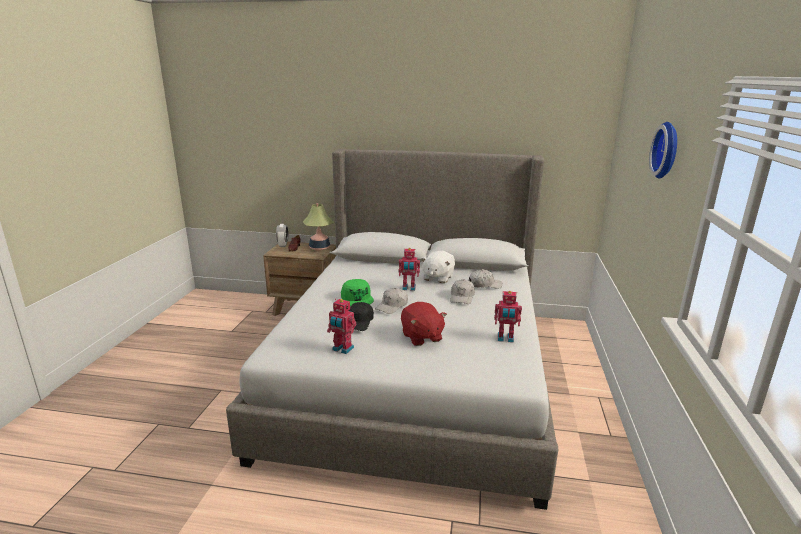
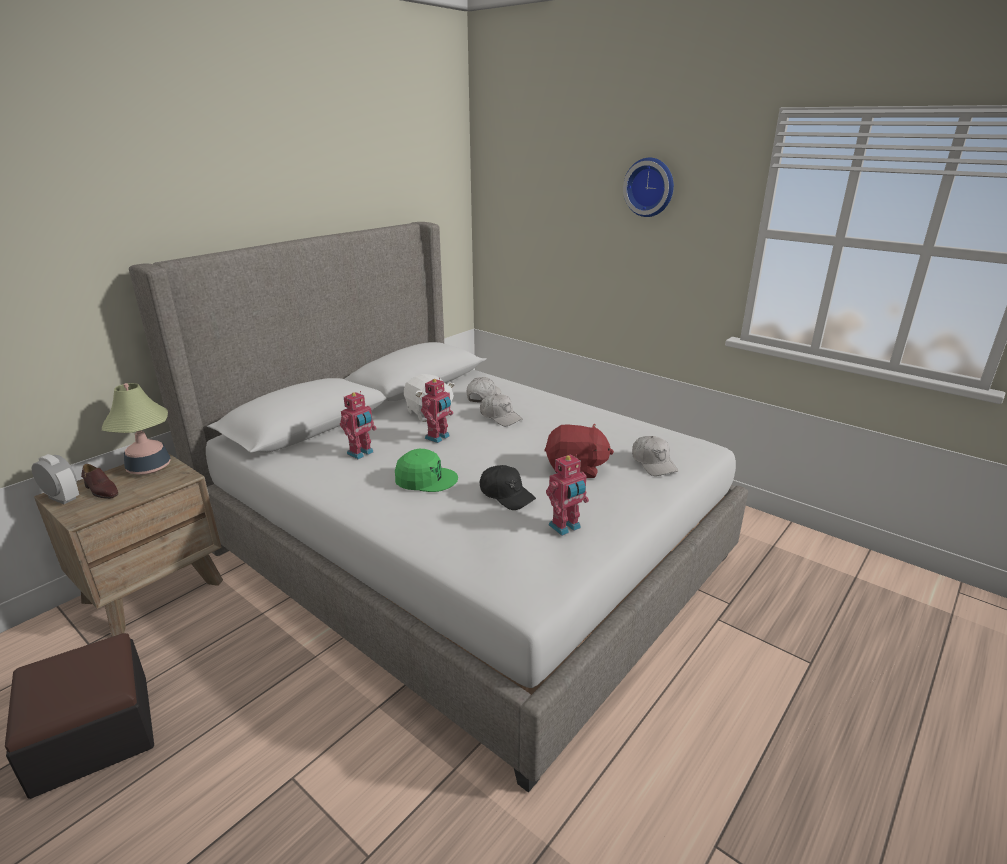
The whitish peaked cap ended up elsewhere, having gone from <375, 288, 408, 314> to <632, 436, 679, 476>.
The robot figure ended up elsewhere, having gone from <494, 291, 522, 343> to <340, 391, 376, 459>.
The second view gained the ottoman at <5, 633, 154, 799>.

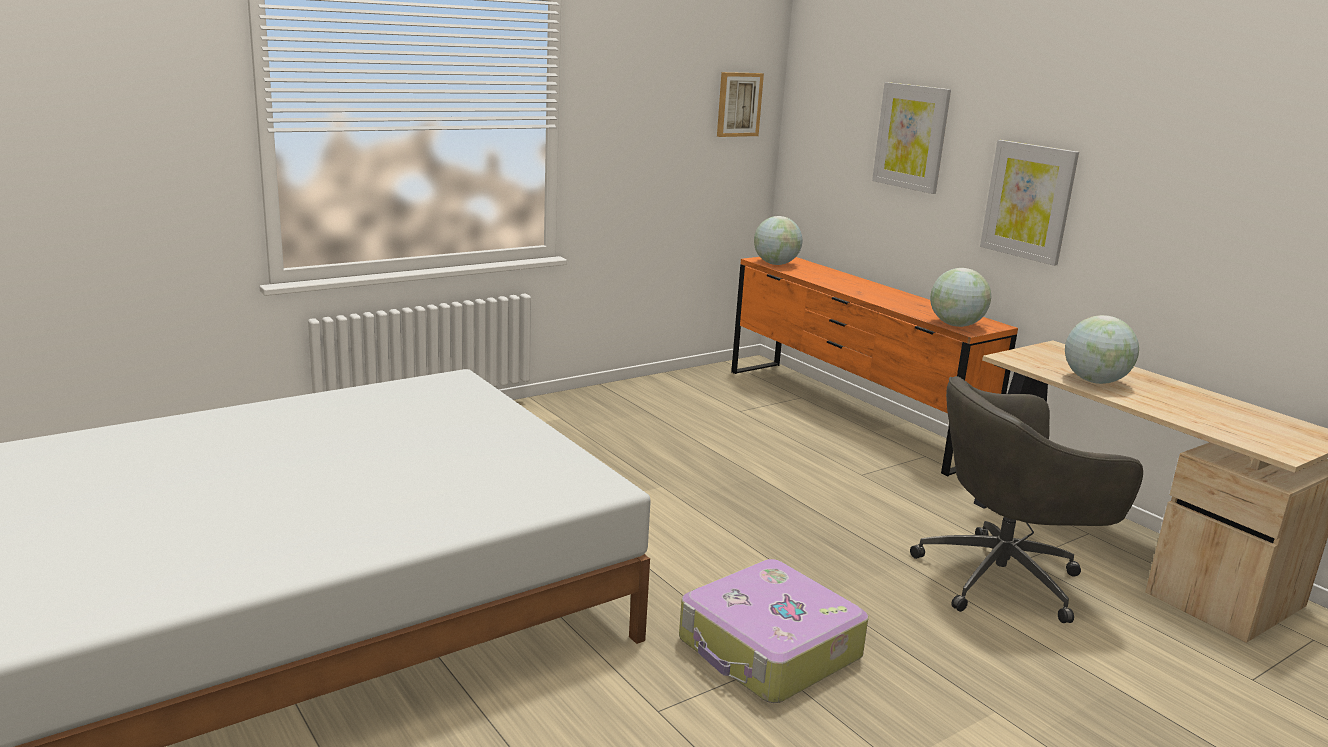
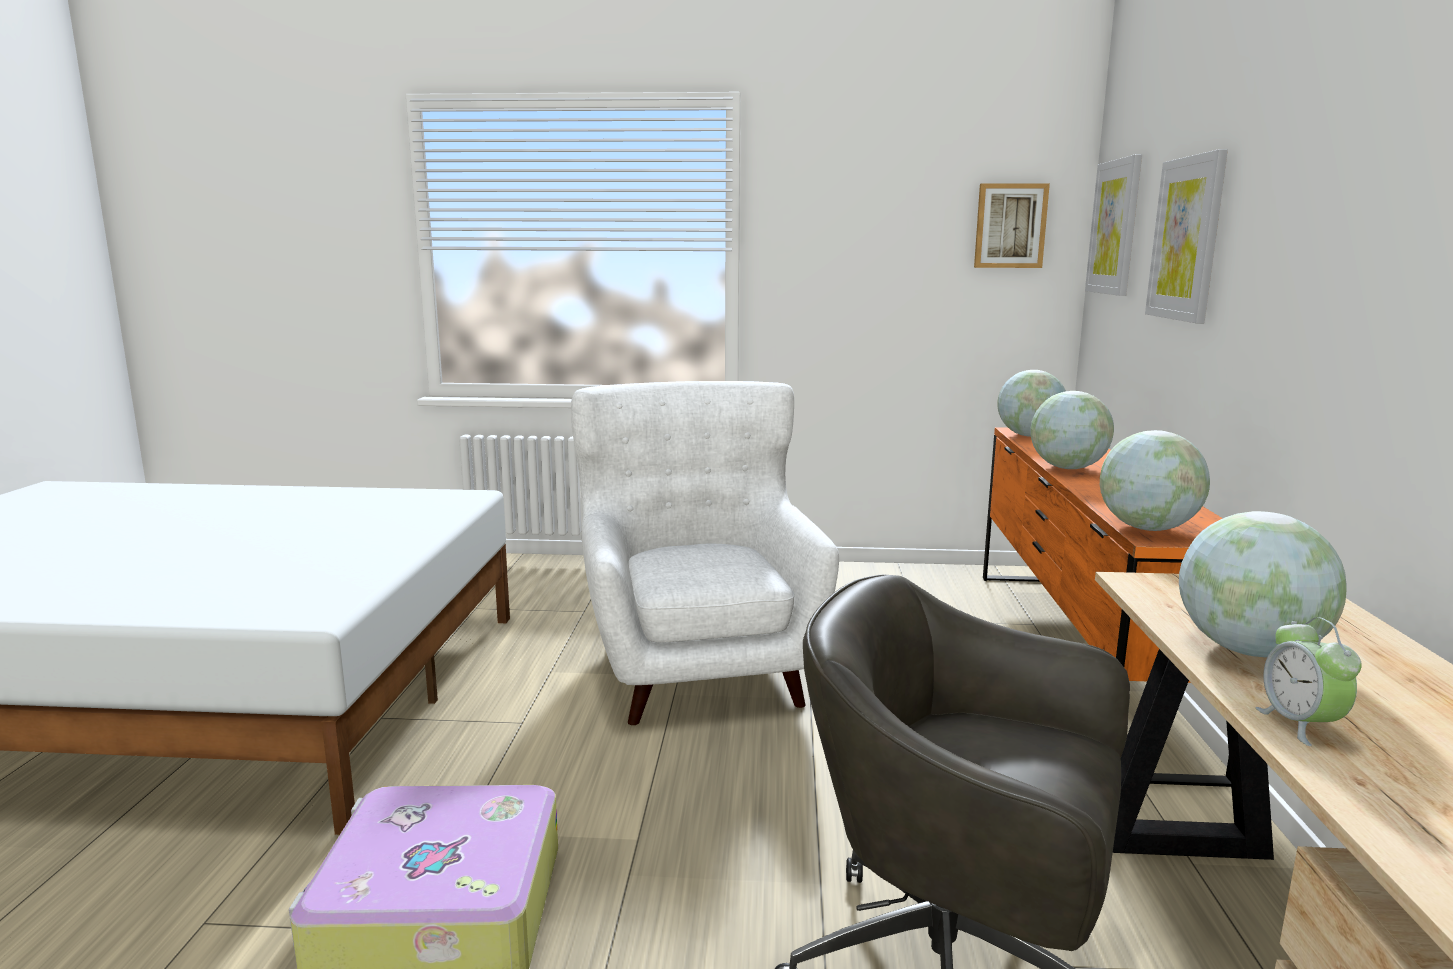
The wall picture ended up elsewhere, having gone from <980, 140, 1079, 266> to <1085, 154, 1142, 296>.
The second view gained the whitish armchair at <571, 381, 839, 725>.
The second view gained the globe at <1030, 391, 1114, 469>.
The second view gained the alarm clock at <1256, 617, 1362, 746>.

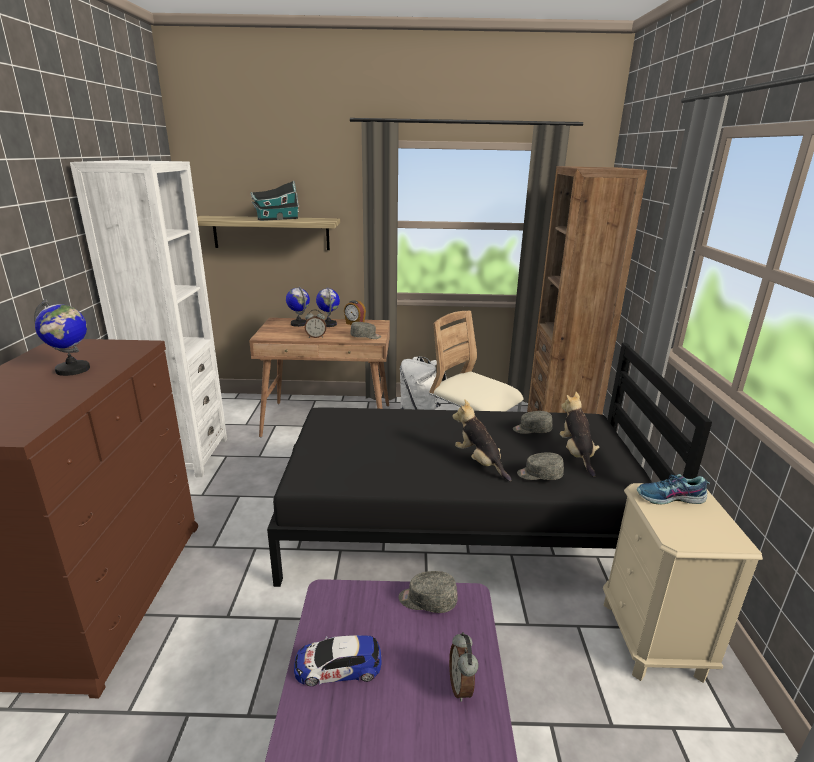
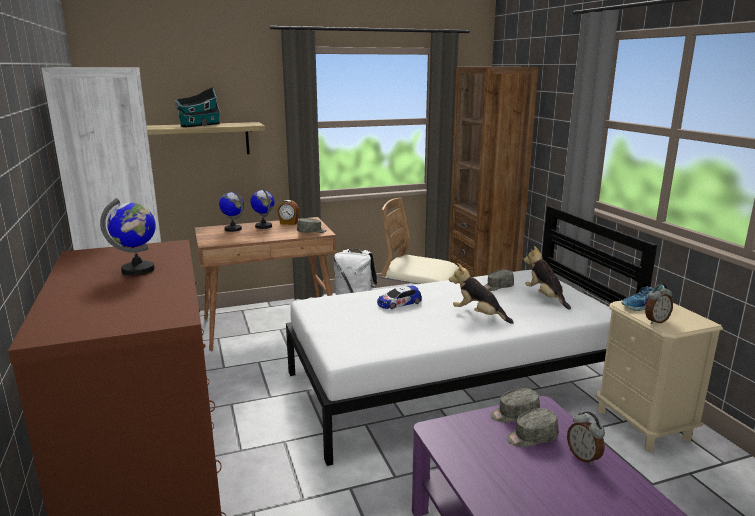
The alarm clock ended up elsewhere, having gone from <305, 309, 327, 338> to <645, 284, 673, 324>.
What was the black bed at <267, 343, 712, 587> turned into the whitish bed at <286, 206, 657, 466>.
The greyish peaked cap ended up elsewhere, having gone from <517, 452, 564, 480> to <507, 408, 558, 447>.
The miniature car ended up elsewhere, having gone from <294, 635, 382, 686> to <377, 285, 422, 309>.

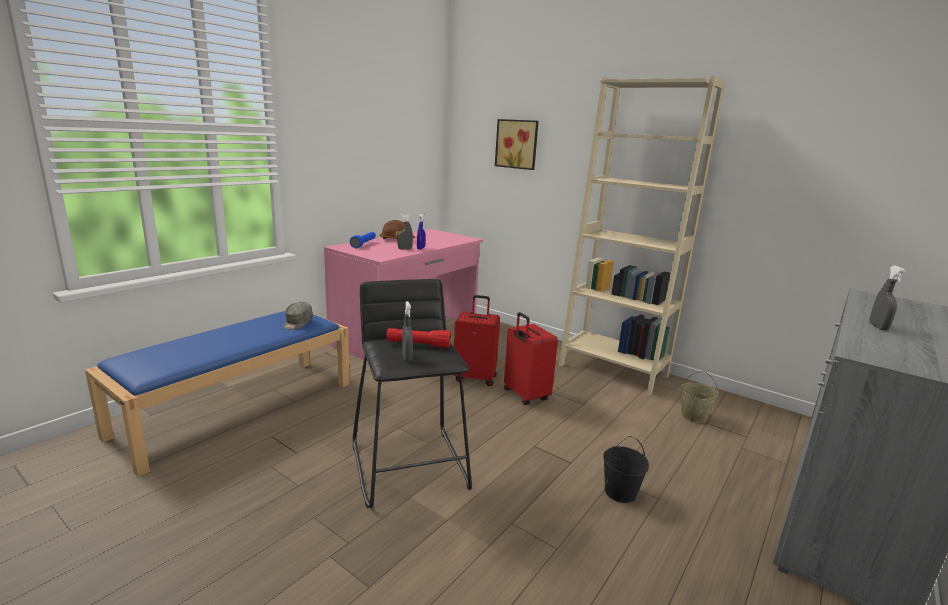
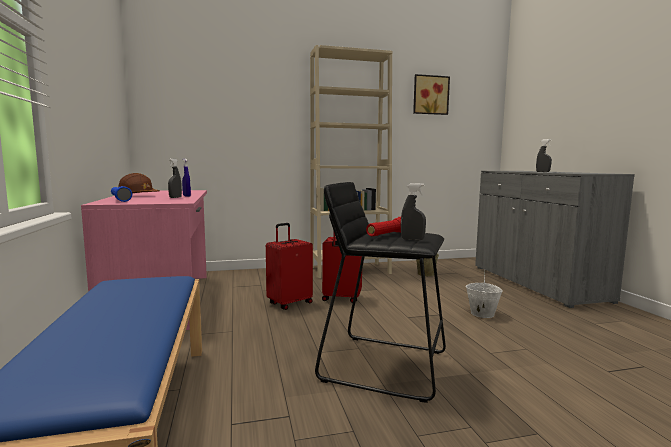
The wall picture ended up elsewhere, having gone from <495, 119, 539, 170> to <413, 74, 450, 115>.
The second view lost the greyish peaked cap at <283, 302, 313, 330>.
What was the black pail at <603, 436, 649, 503> turned into the whitish pail at <466, 270, 503, 318>.

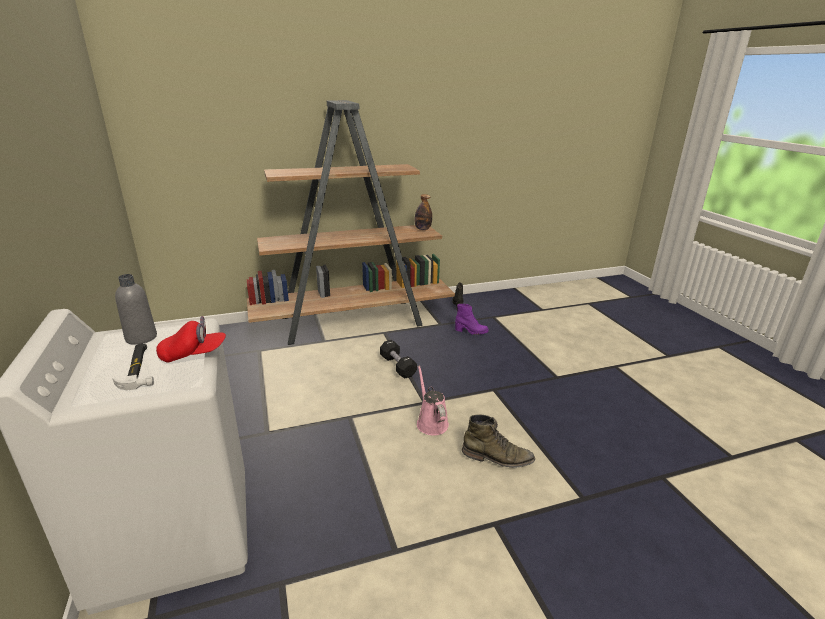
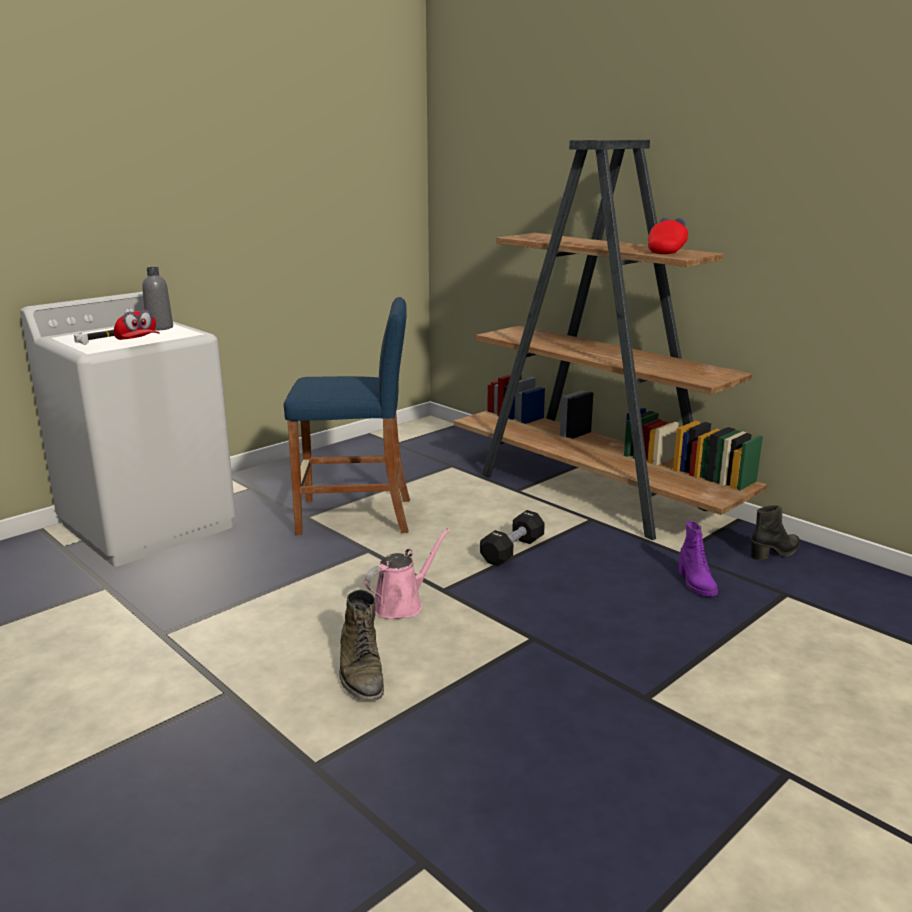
The second view lost the drink bottle at <415, 194, 432, 230>.
The second view gained the reddish peaked cap at <648, 217, 688, 254>.
The second view gained the bluish stool at <284, 297, 410, 536>.

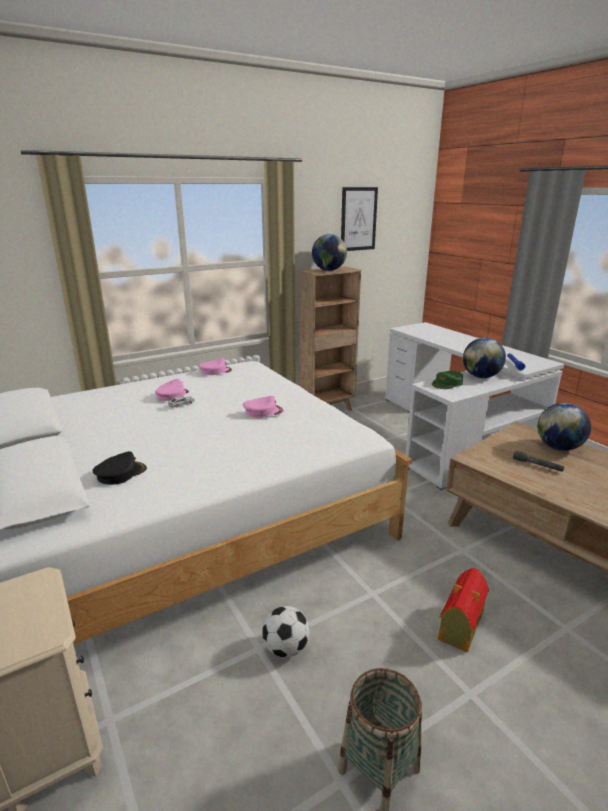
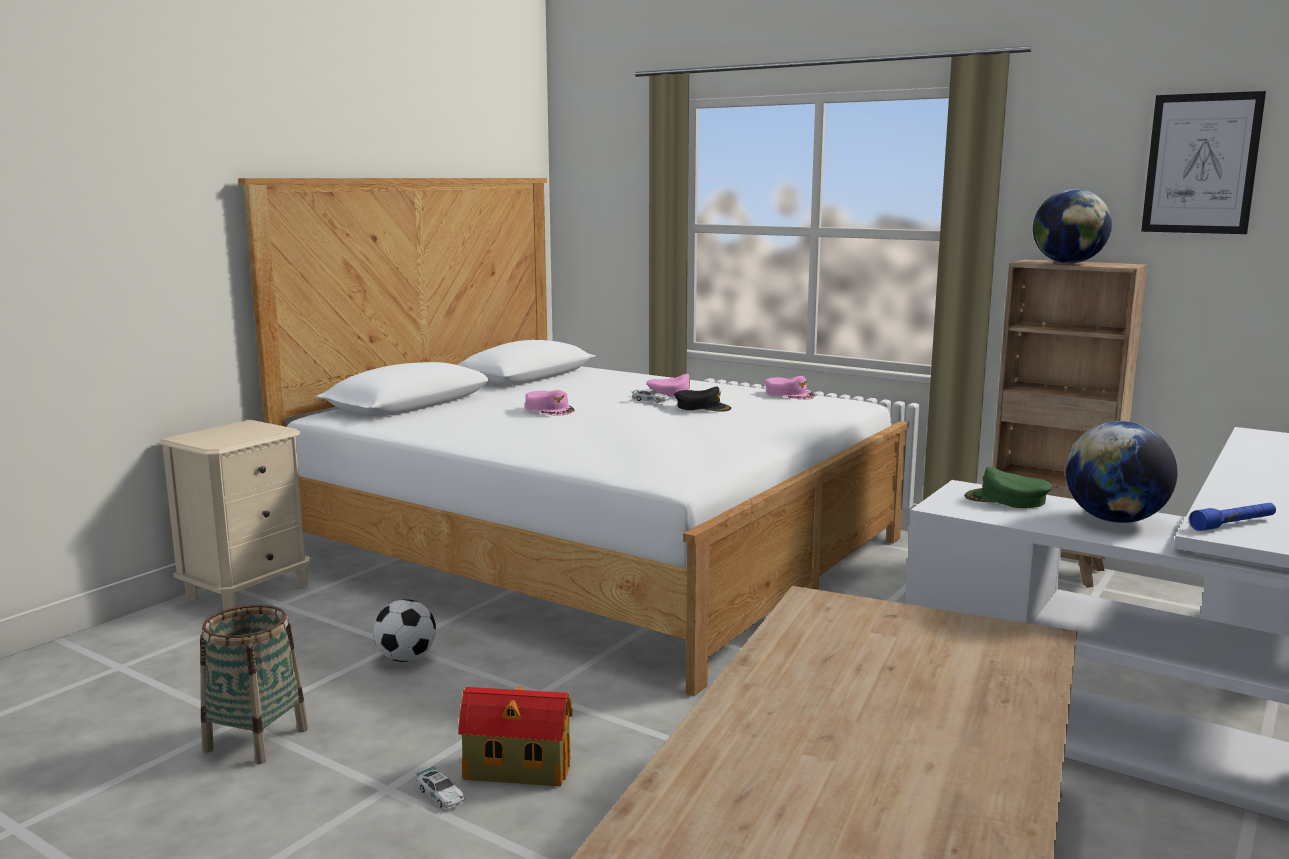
The pink peaked cap ended up elsewhere, having gone from <243, 396, 284, 418> to <525, 390, 575, 416>.
The second view lost the globe at <538, 403, 591, 451>.
The second view lost the greyish torch at <513, 450, 564, 472>.
The black peaked cap ended up elsewhere, having gone from <92, 451, 147, 485> to <674, 387, 731, 412>.
The second view gained the miniature car at <416, 766, 465, 810>.

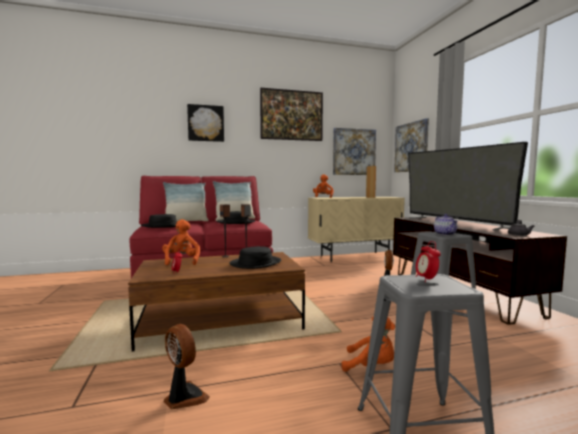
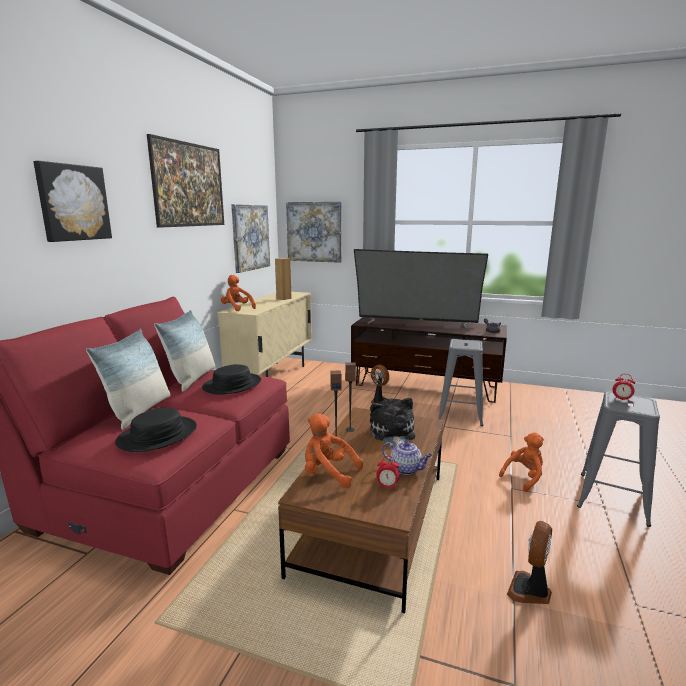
The tea pot ended up elsewhere, having gone from <434, 214, 457, 235> to <382, 441, 432, 475>.
Where the black clothing hat stood at <230, 246, 281, 269>, the soft toy came to stand at <370, 398, 415, 446>.
The cooling fan at <163, 324, 210, 410> ended up facing another way, 45 degrees counterclockwise from before.

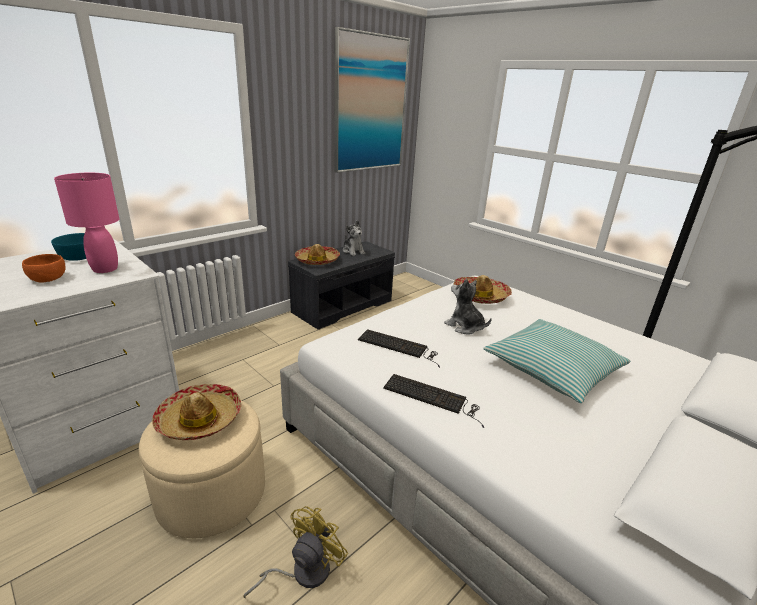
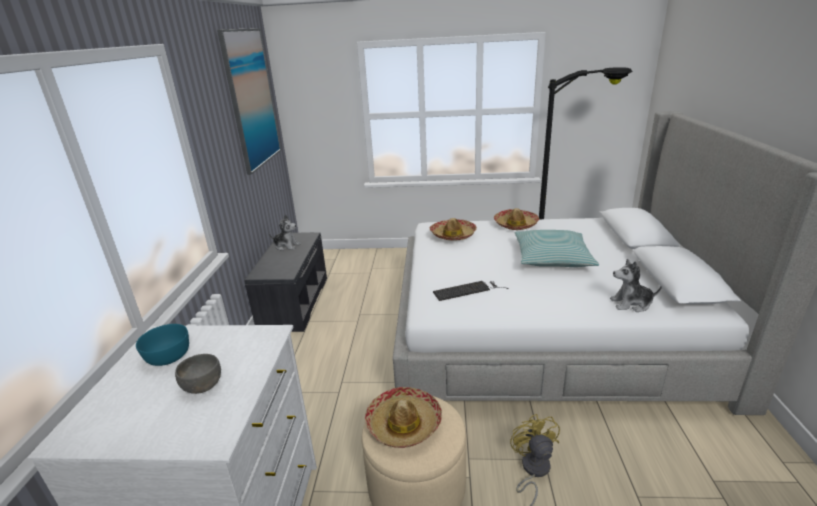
The second view lost the pink table lamp at <54, 173, 119, 273>.
The clothing hat ended up elsewhere, having gone from <295, 244, 340, 265> to <494, 208, 539, 230>.
What was the orange deep dish at <22, 254, 66, 283> turned into the greyish deep dish at <175, 354, 221, 394>.
The soft toy ended up elsewhere, having gone from <444, 279, 492, 334> to <610, 259, 662, 312>.
The second view lost the PC keyboard at <383, 374, 484, 428>.

